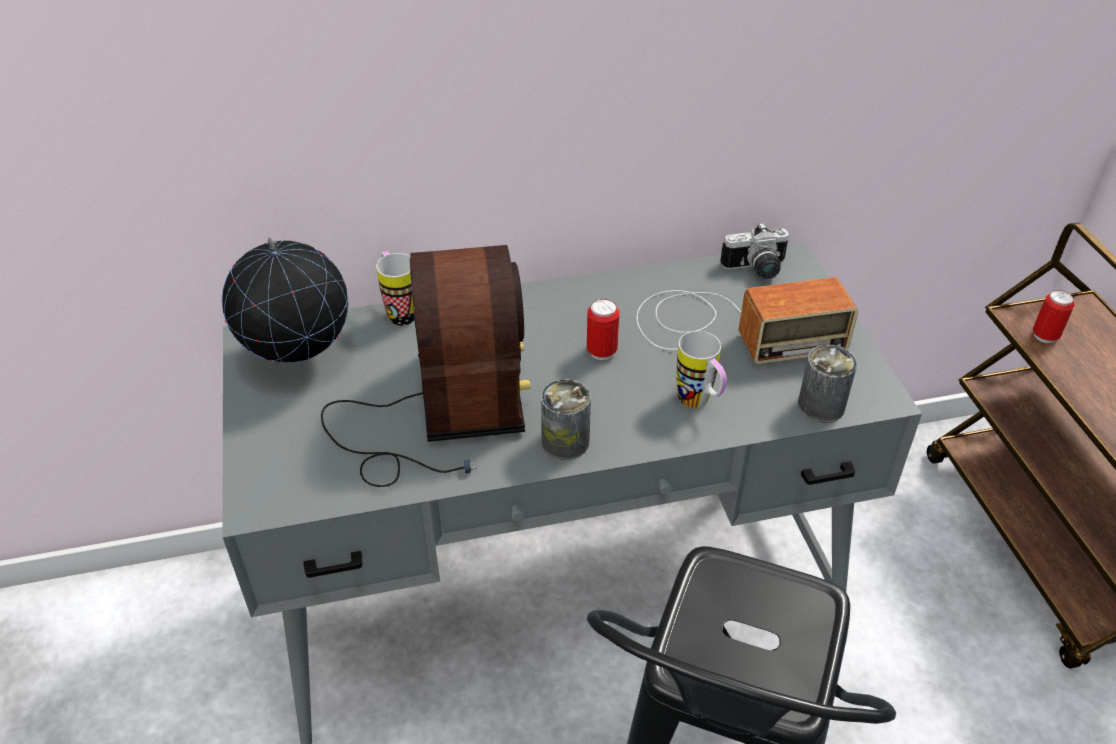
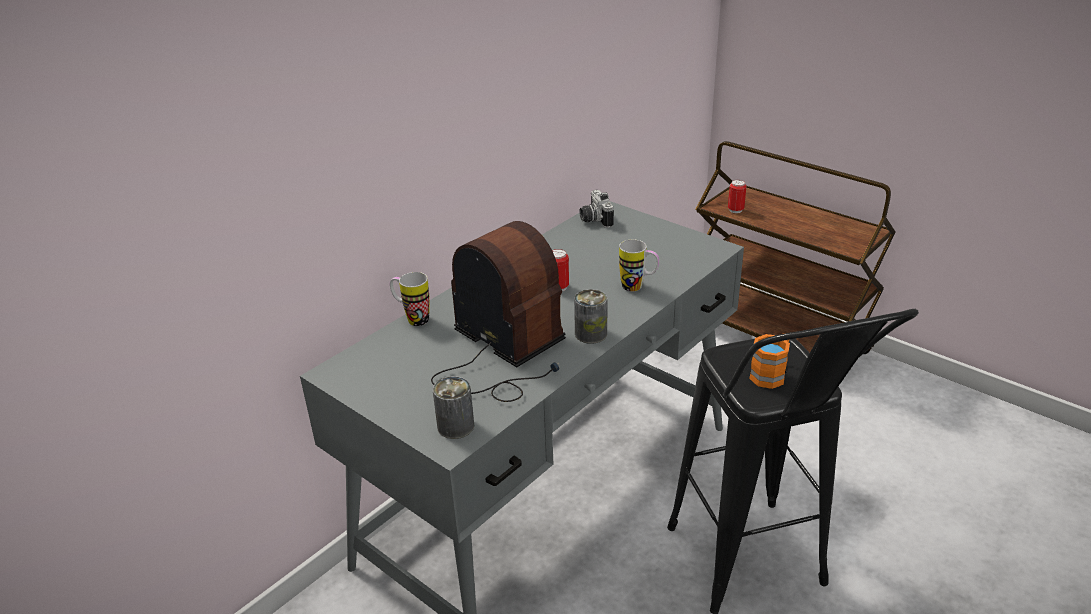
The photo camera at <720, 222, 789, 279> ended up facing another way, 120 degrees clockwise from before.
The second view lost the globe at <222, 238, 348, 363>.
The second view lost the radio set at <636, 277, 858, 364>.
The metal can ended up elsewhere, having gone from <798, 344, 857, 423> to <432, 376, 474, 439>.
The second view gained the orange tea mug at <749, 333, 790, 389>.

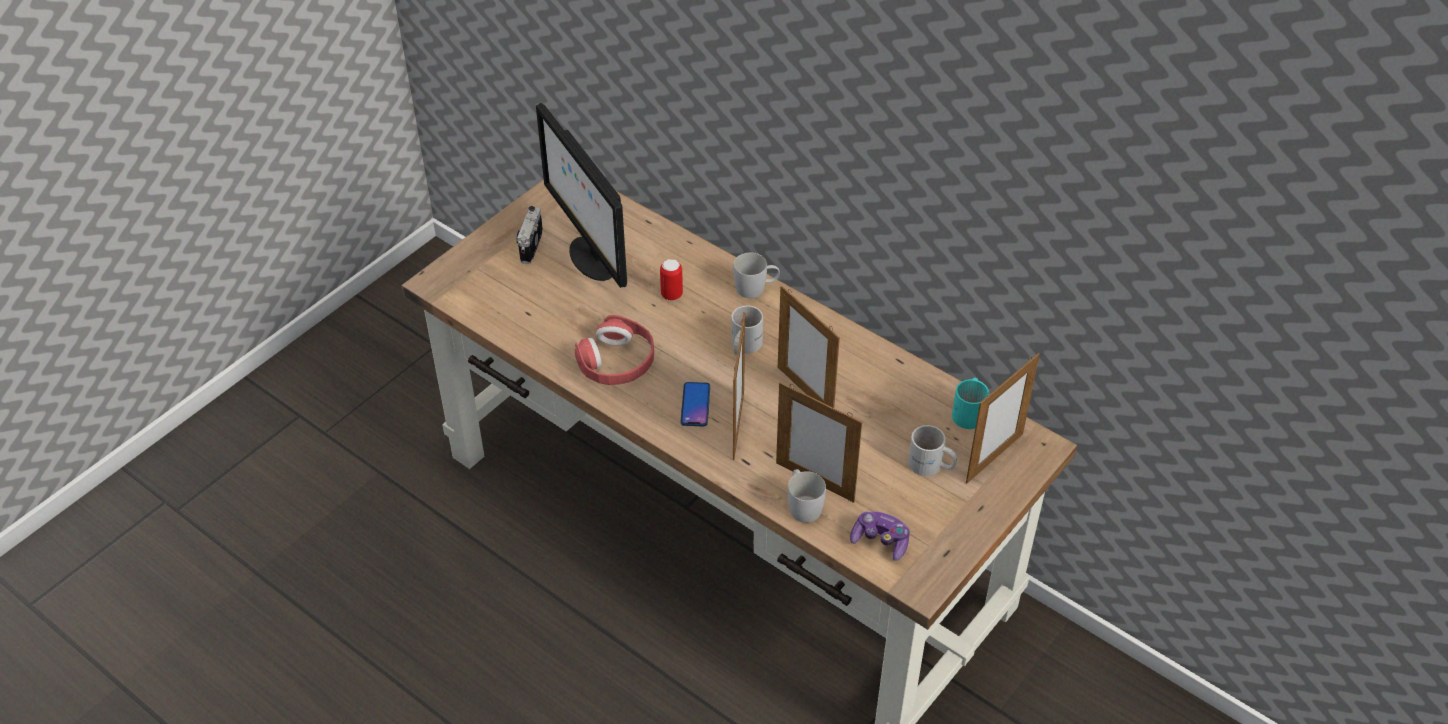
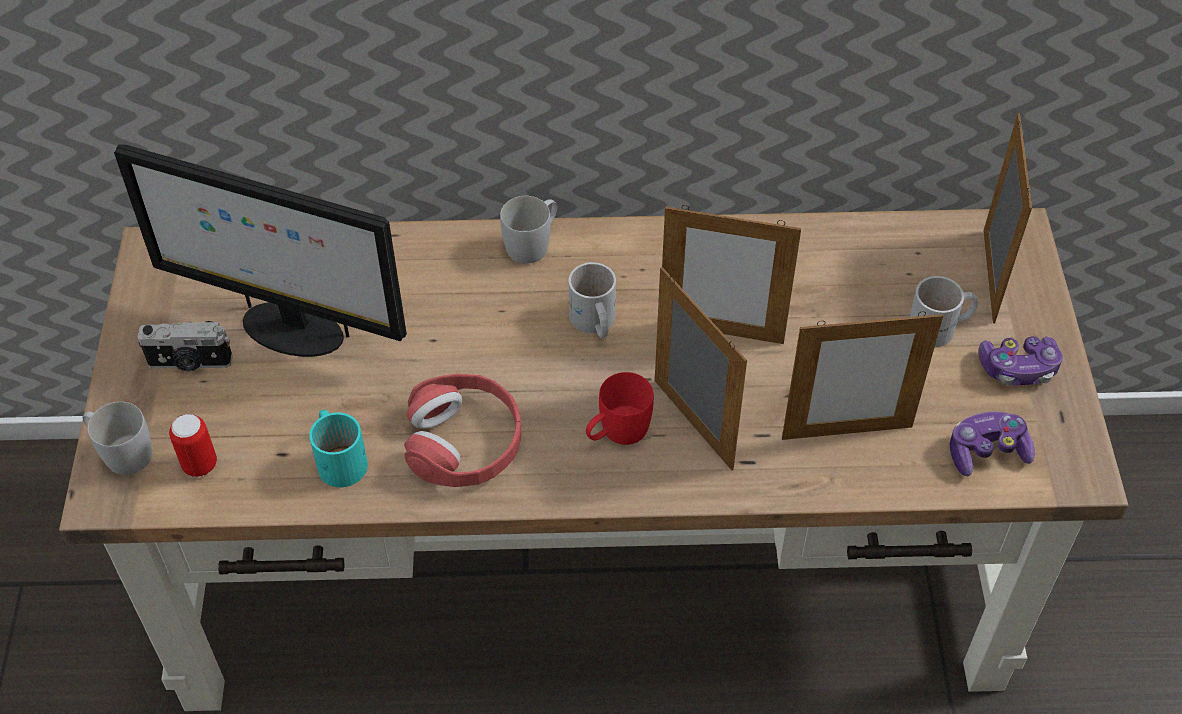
The photo camera at <517, 206, 543, 264> ended up facing another way, 60 degrees counterclockwise from before.
The metal can ended up elsewhere, having gone from <660, 259, 683, 301> to <169, 414, 217, 477>.
The turquoise tea mug ended up elsewhere, having gone from <952, 378, 989, 429> to <309, 409, 368, 487>.
Where the phone stood at <681, 382, 710, 426>, the reddish tea mug came to stand at <586, 372, 654, 445>.
The whitish tea mug ended up elsewhere, having gone from <788, 469, 826, 523> to <83, 402, 152, 475>.
The second view gained the joypad at <978, 336, 1063, 386>.

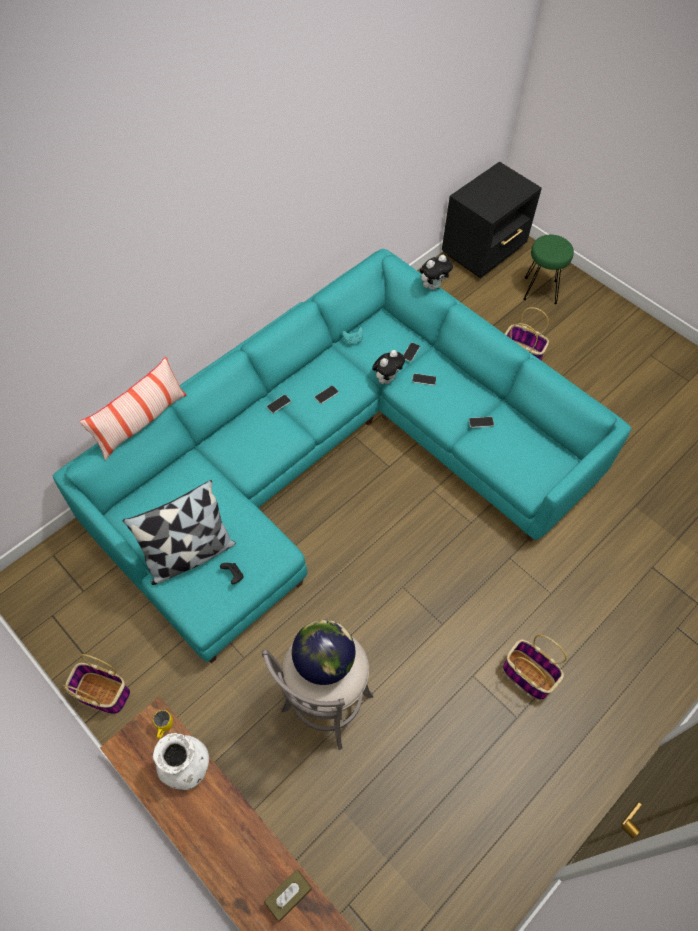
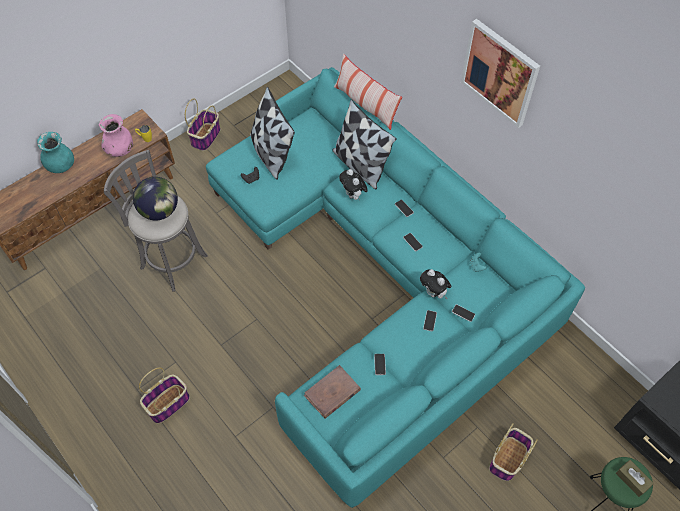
The soft toy ended up elsewhere, having gone from <420, 255, 453, 290> to <339, 169, 368, 201>.
What was the whitish flower vase at <153, 733, 209, 790> turned into the pink flower vase at <99, 114, 133, 157>.
The brown tissue holder ended up elsewhere, having gone from <264, 869, 312, 921> to <616, 460, 654, 497>.
The second view gained the wall picture at <461, 19, 540, 128>.
The second view gained the cushion at <332, 99, 397, 189>.
The second view gained the turquoise flower vase at <37, 132, 74, 173>.
The second view gained the brown bound book at <304, 365, 361, 419>.

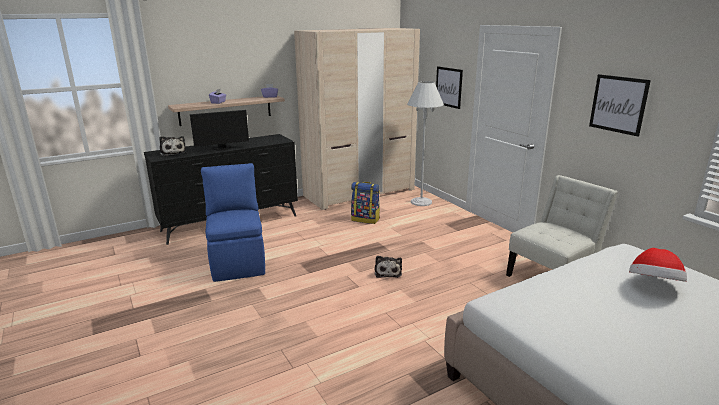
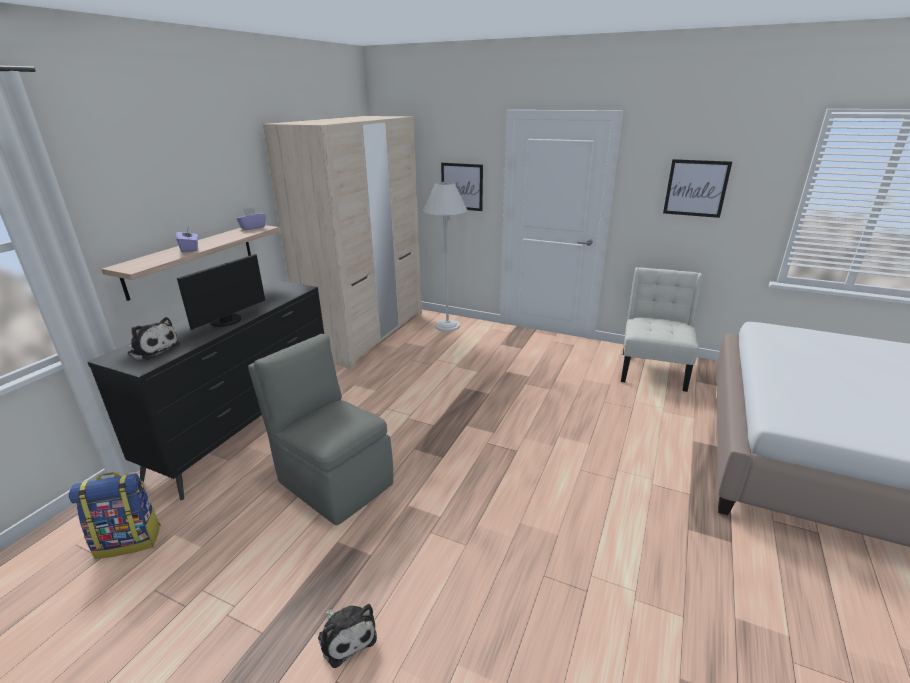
What was the bluish plain chair at <201, 163, 265, 282> turned into the greyish plain chair at <248, 334, 393, 525>.
The backpack ended up elsewhere, having gone from <351, 182, 380, 224> to <69, 472, 161, 559>.
The second view lost the clothing hat at <629, 248, 687, 282>.
The soft toy ended up elsewhere, having gone from <374, 256, 402, 278> to <318, 604, 377, 668>.

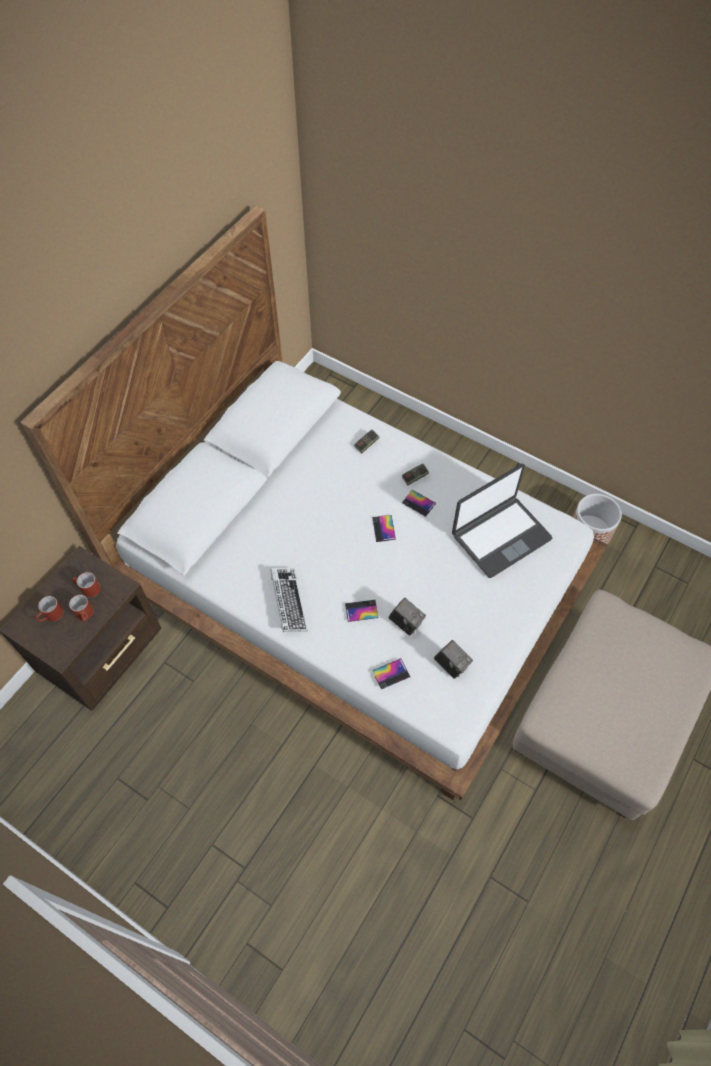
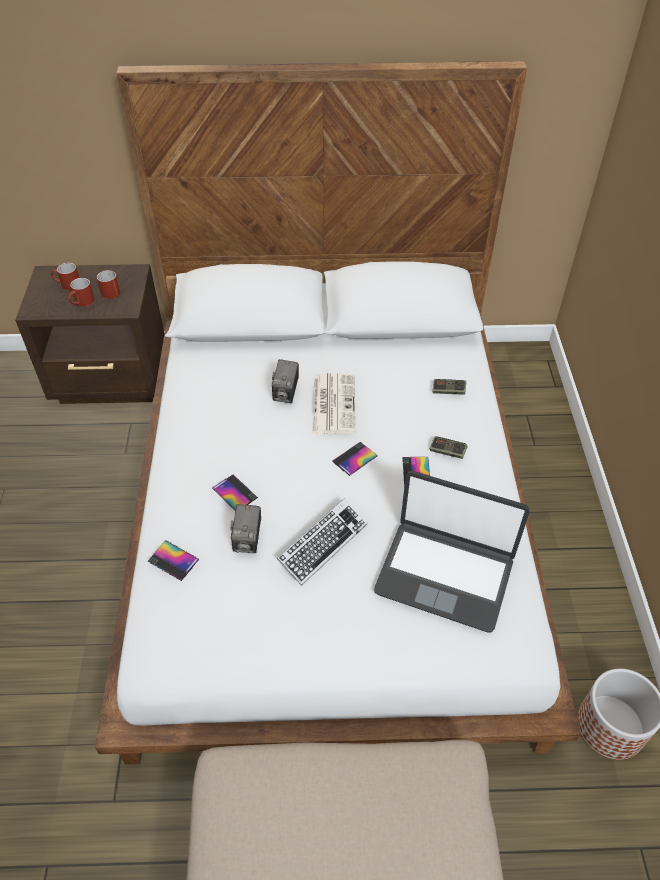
The PC keyboard ended up elsewhere, having gone from <270, 568, 308, 632> to <277, 498, 368, 586>.
The photo camera ended up elsewhere, having gone from <434, 640, 473, 679> to <272, 359, 299, 403>.
The second view gained the daily paper at <312, 373, 355, 434>.

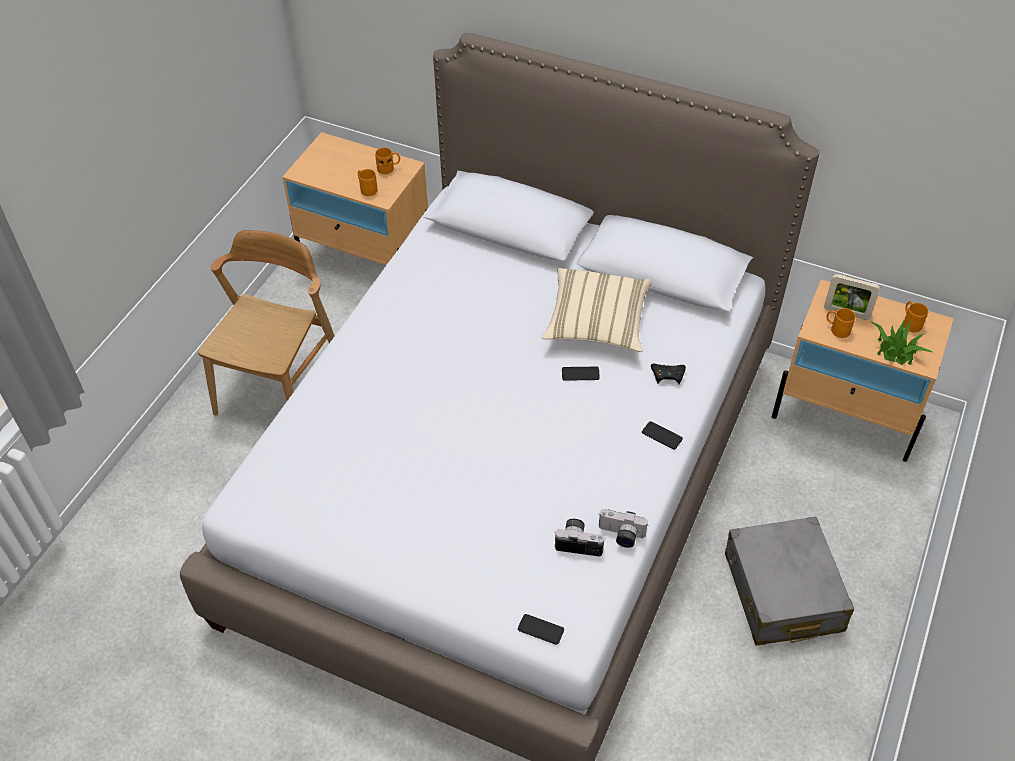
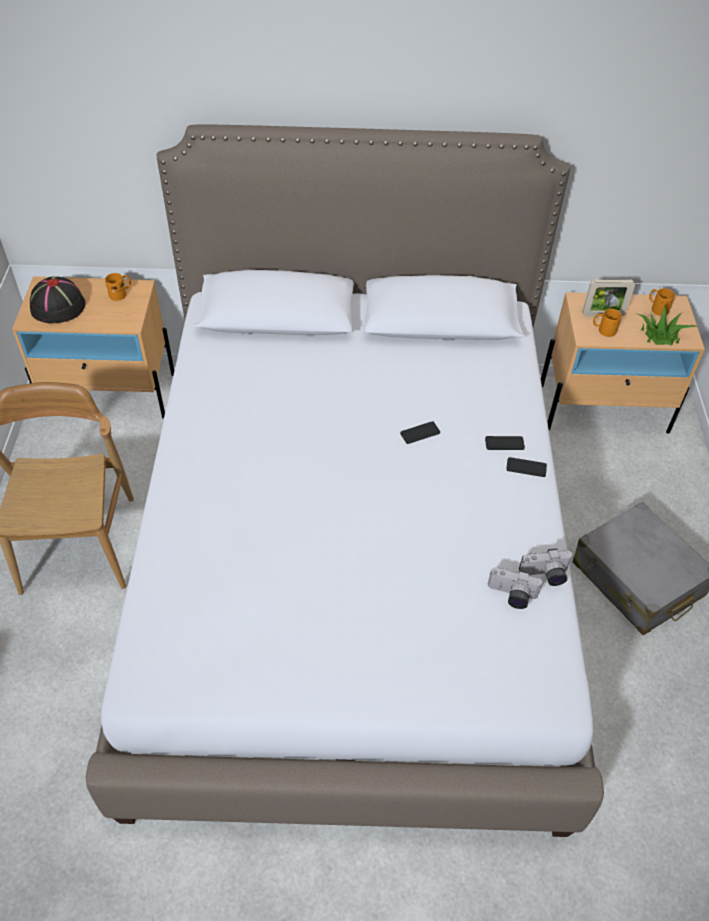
The second view lost the orange tea mug at <358, 169, 378, 196>.
The second view lost the beige-coloured cushion at <542, 268, 651, 352>.
The second view lost the black joypad at <651, 363, 686, 384>.
The photo camera at <555, 519, 605, 557> ended up facing another way, 150 degrees counterclockwise from before.
The phone ended up elsewhere, having gone from <518, 614, 564, 645> to <485, 436, 525, 450>.
The second view gained the black clothing hat at <30, 276, 86, 323>.

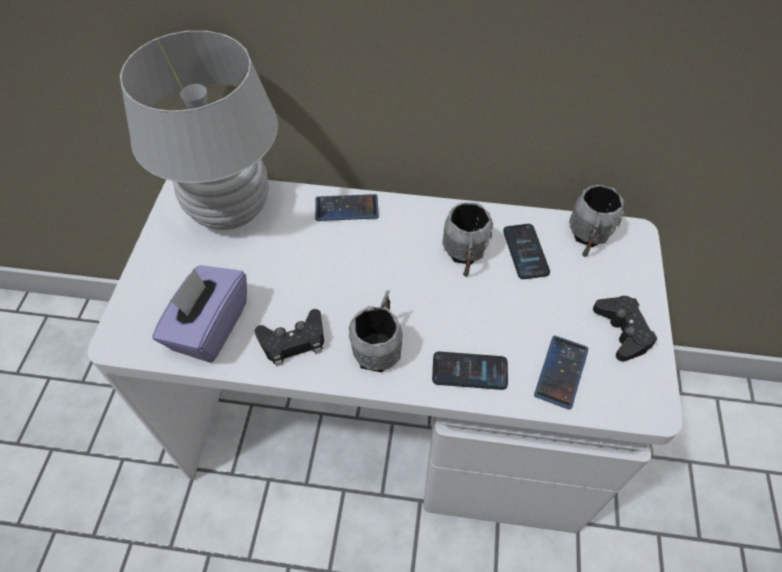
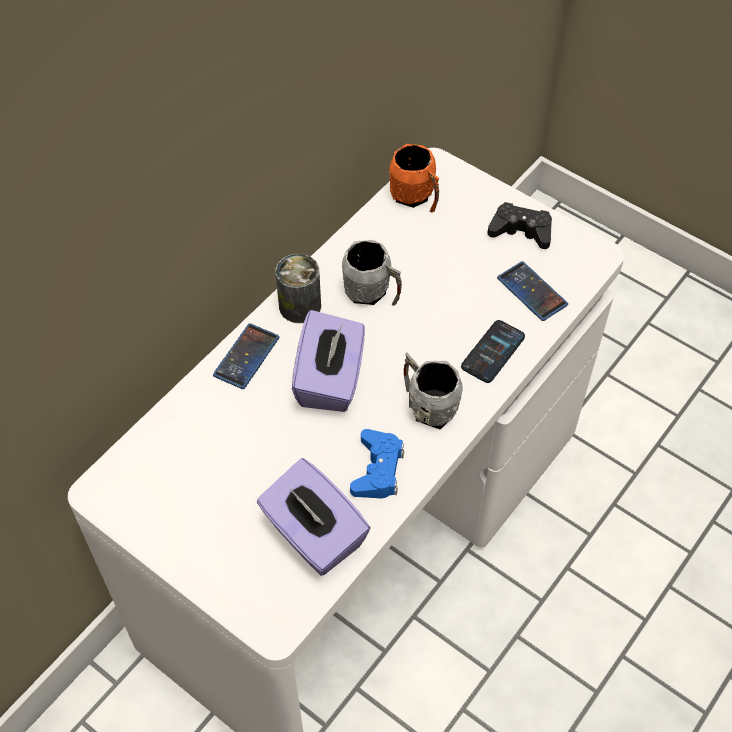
The second view lost the whitish table lamp at <120, 31, 278, 230>.
What was the greyish tea mug at <569, 185, 625, 257> turned into the orange tea mug at <389, 144, 440, 213>.
The second view lost the phone at <503, 224, 550, 279>.
What was the black joypad at <255, 309, 324, 367> turned into the bluish joypad at <350, 429, 404, 498>.
The second view gained the metal can at <276, 254, 321, 323>.
The second view gained the purple-coloured tissue holder at <292, 310, 365, 412>.

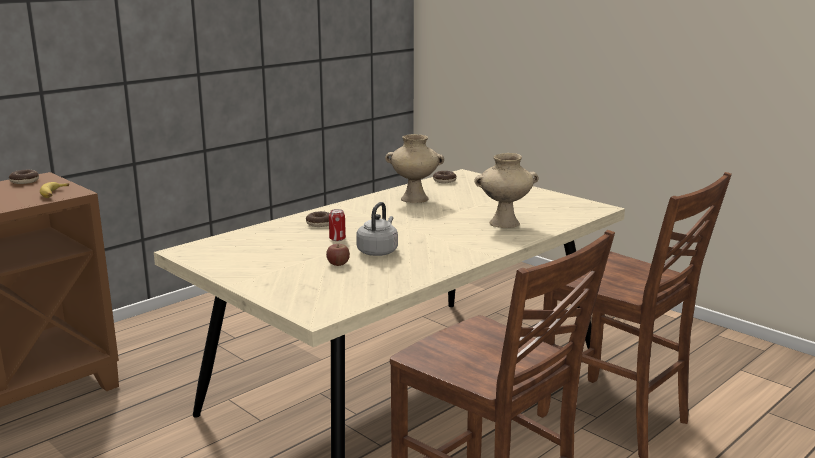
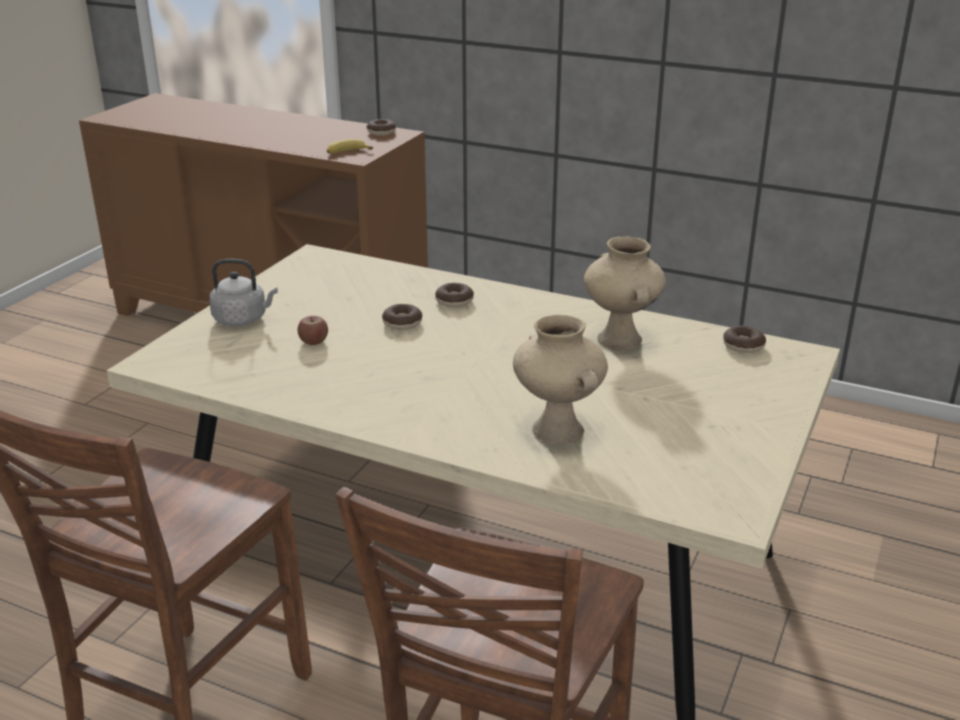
The greyish kettle ended up elsewhere, having gone from <356, 202, 398, 256> to <209, 259, 278, 326>.
Where the metal can stood at <329, 209, 346, 241>, the ring doughnut came to stand at <382, 304, 422, 330>.

